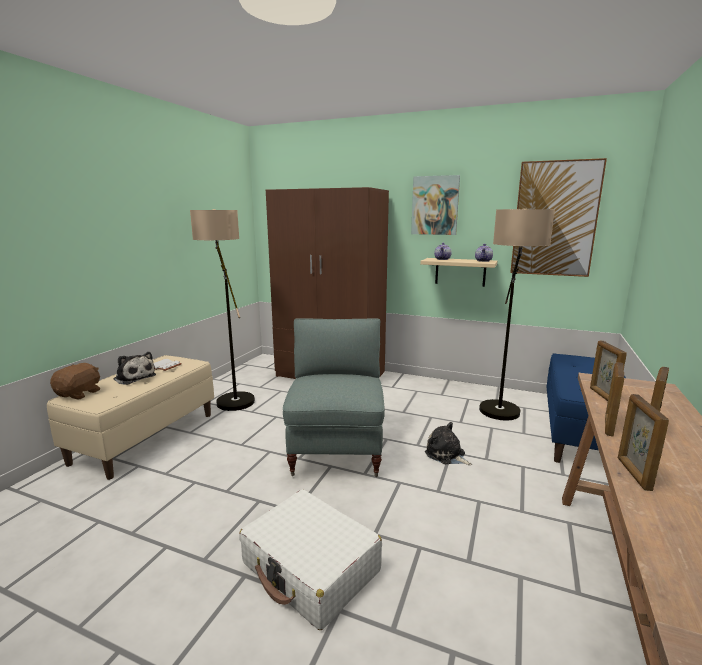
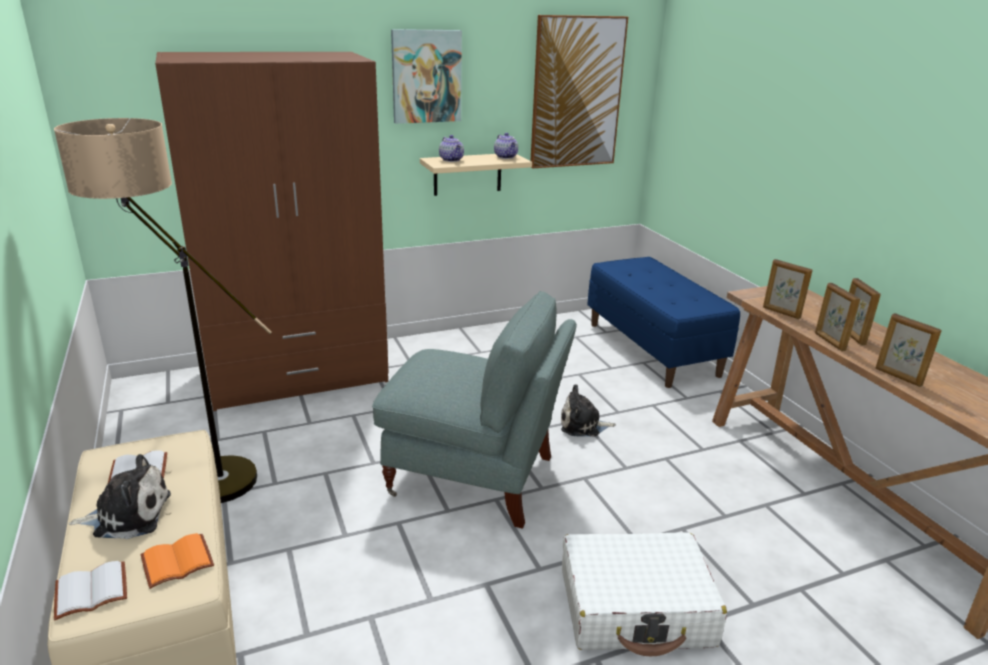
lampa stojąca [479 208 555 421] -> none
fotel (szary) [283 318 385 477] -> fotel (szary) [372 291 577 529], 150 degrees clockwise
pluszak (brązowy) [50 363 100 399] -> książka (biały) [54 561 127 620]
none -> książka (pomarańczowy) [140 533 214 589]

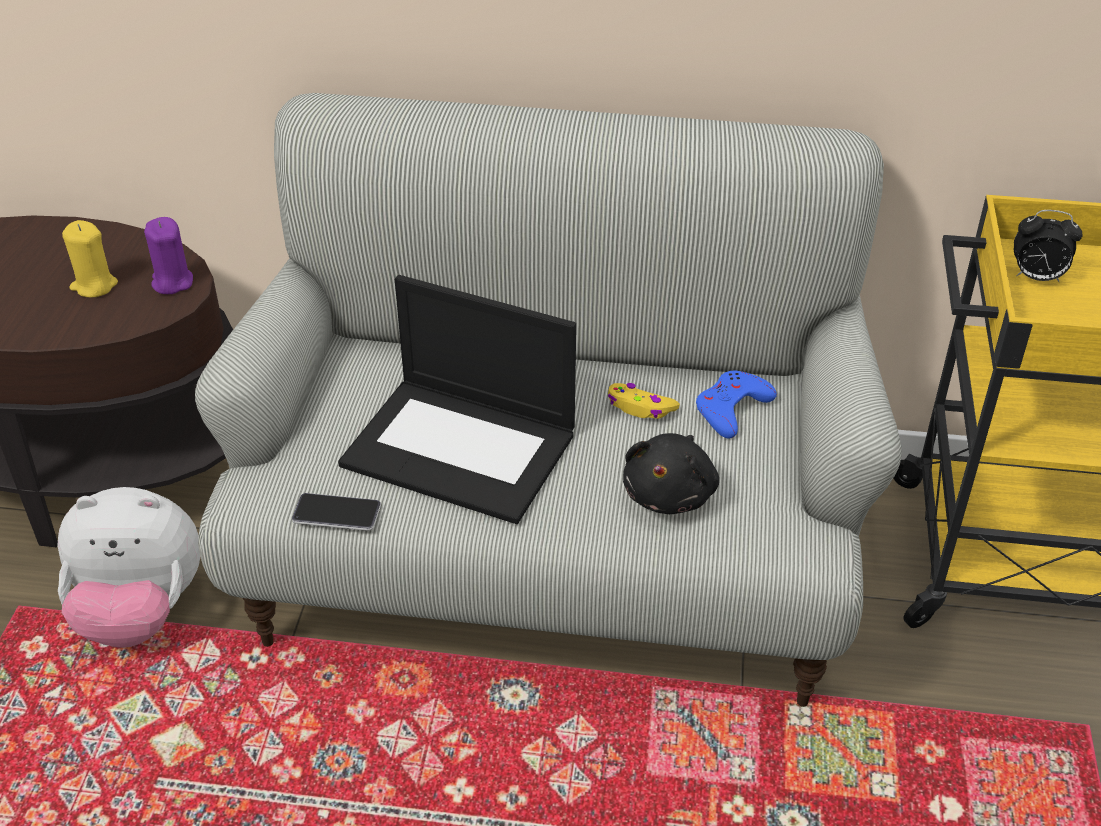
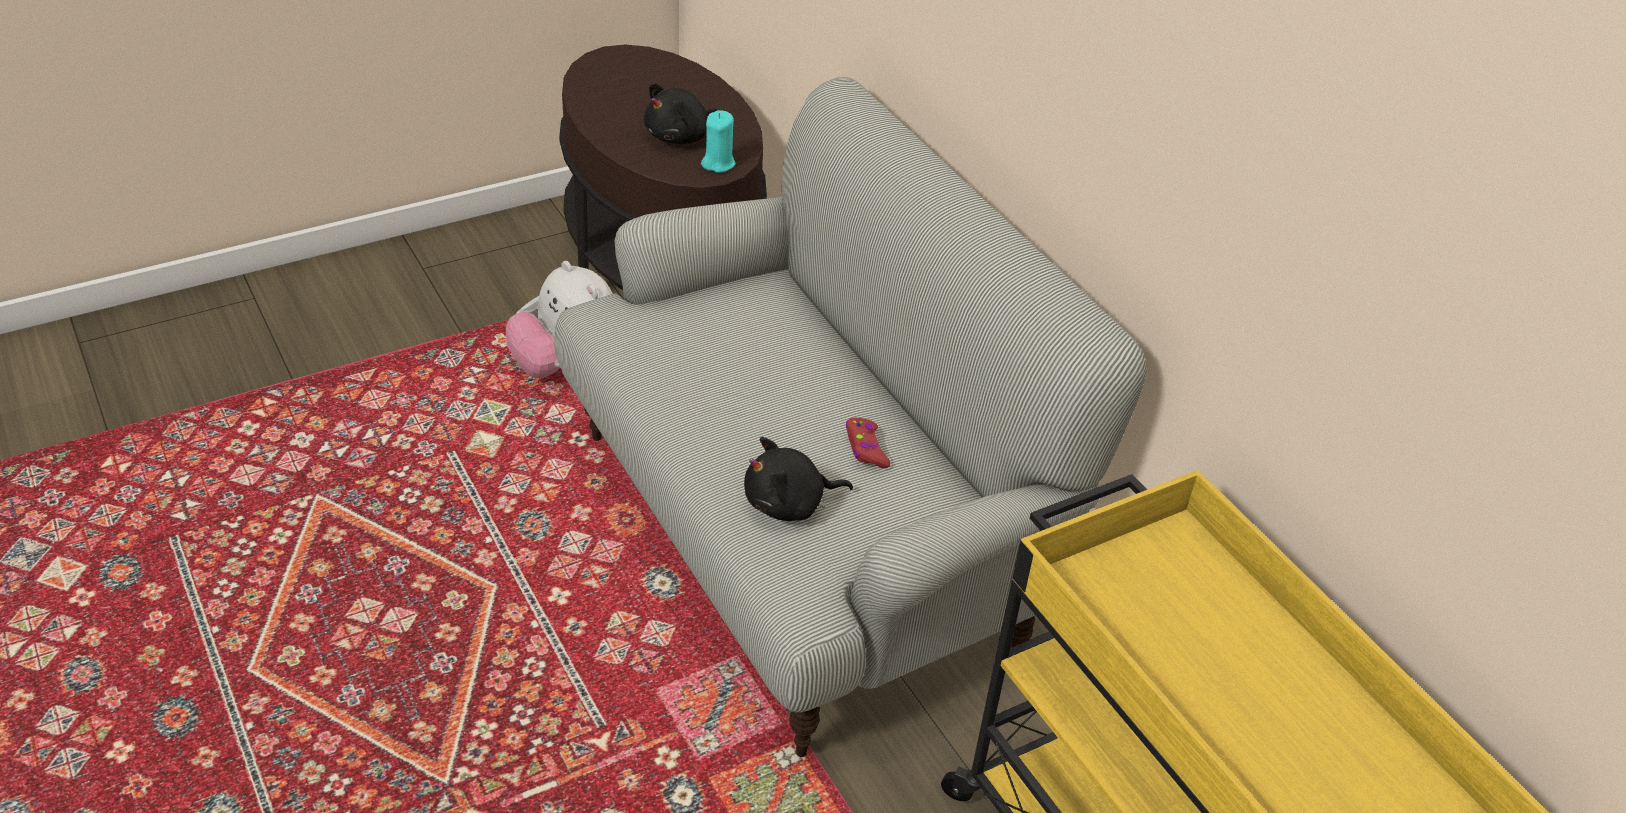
budzik [1014 210 1082 282] -> none
świeca (fioletowy) [144 217 193 294] -> świeca (turkusowy) [701 110 736 173]
świeca (żółty) [62 220 118 298] -> pluszak (czarny) [644 83 719 144]
laptop [338 275 576 524] -> none
pad do gier (niebieski) [696 370 777 438] -> none
pad do gier (żółty) [608 383 680 419] -> pad do gier (czerwony) [846 418 890 468]
telefon [292 493 381 531] -> none

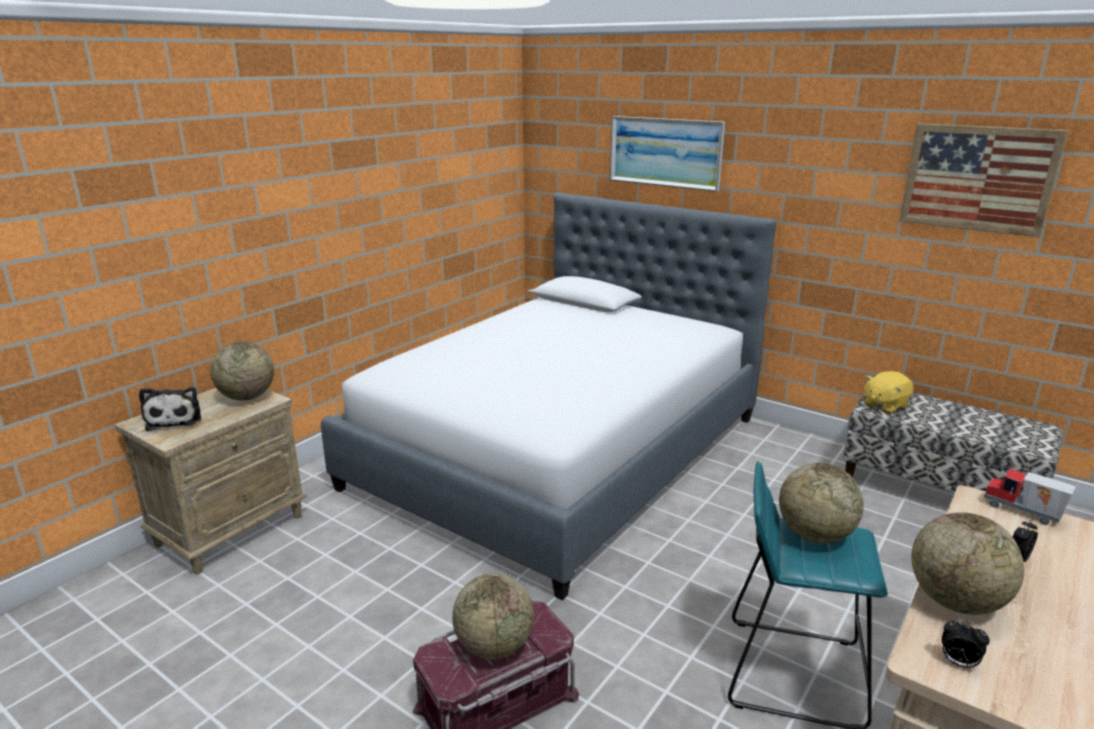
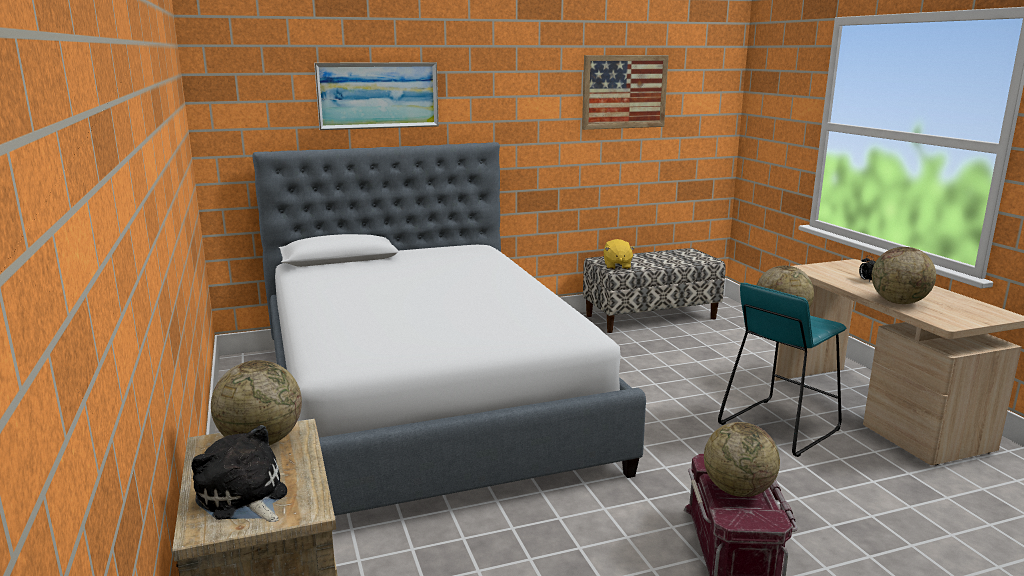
pluszak [139 387 201 431] -> pluszak [192 425 287 522], 150 degrees counterclockwise
ciężarówka zabawkowa [984 468 1076 525] -> none
budzik [942 619 990 670] -> none

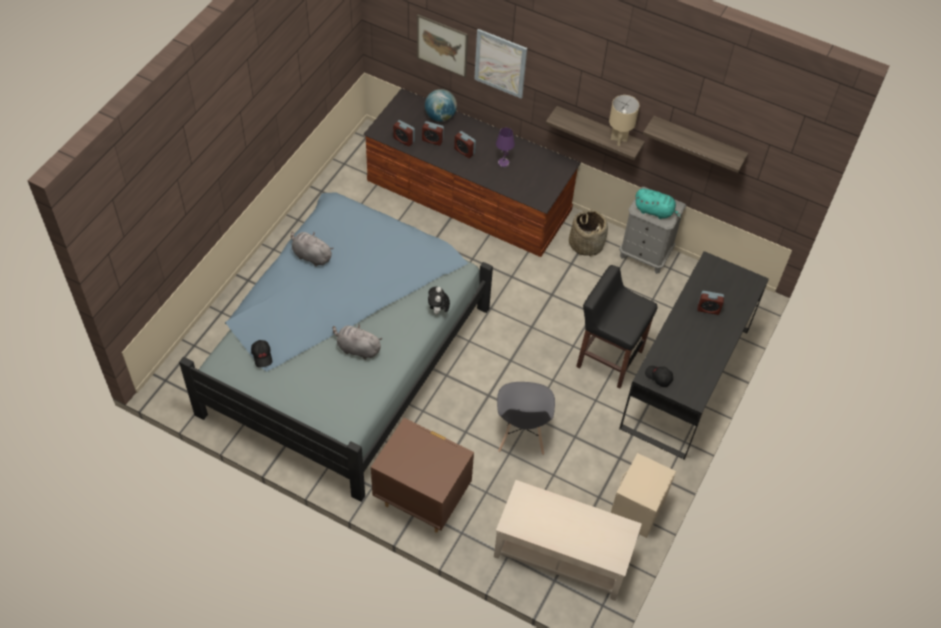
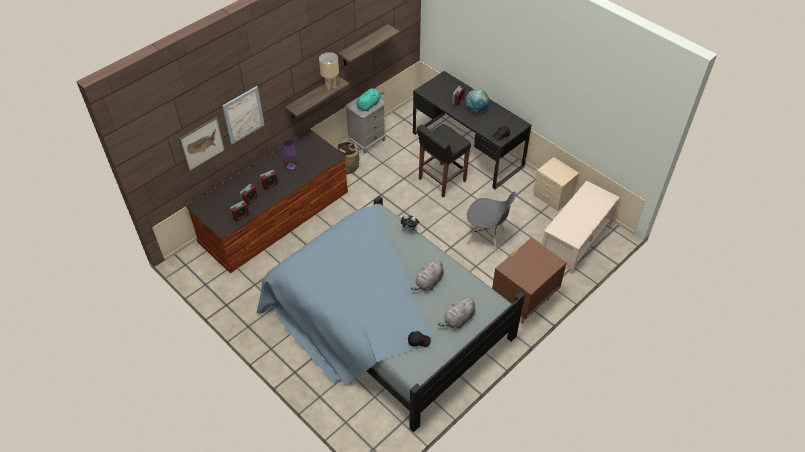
globus [425 89 457 122] -> globus [465 89 489 113], move
pluszak (szary) [291 231 334 266] -> pluszak (szary) [438 297 475 329], move

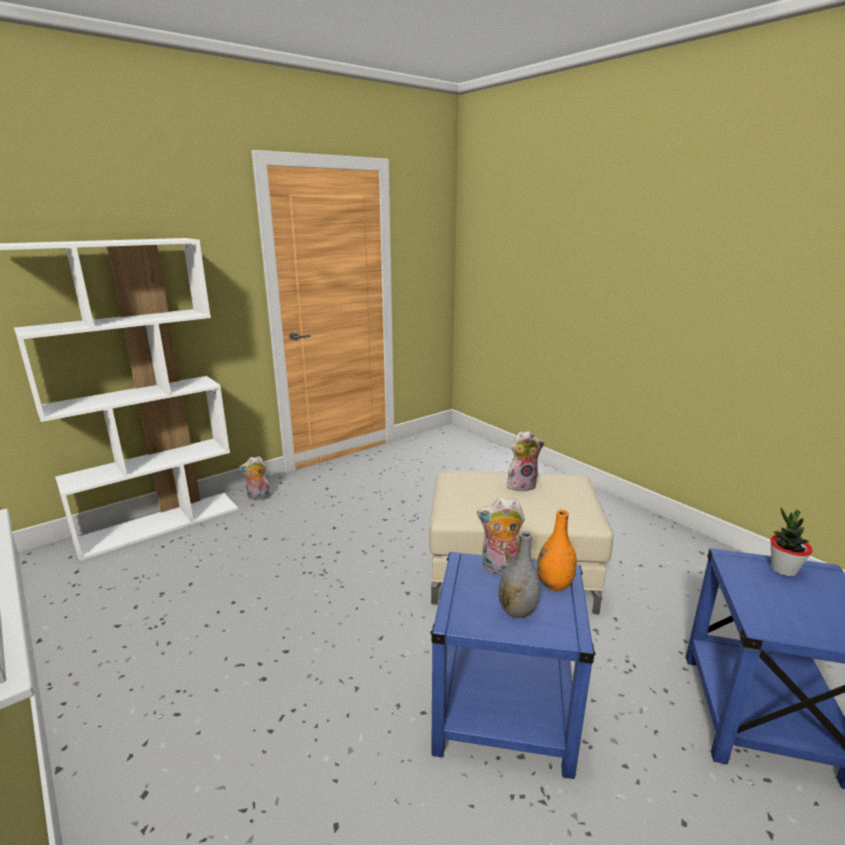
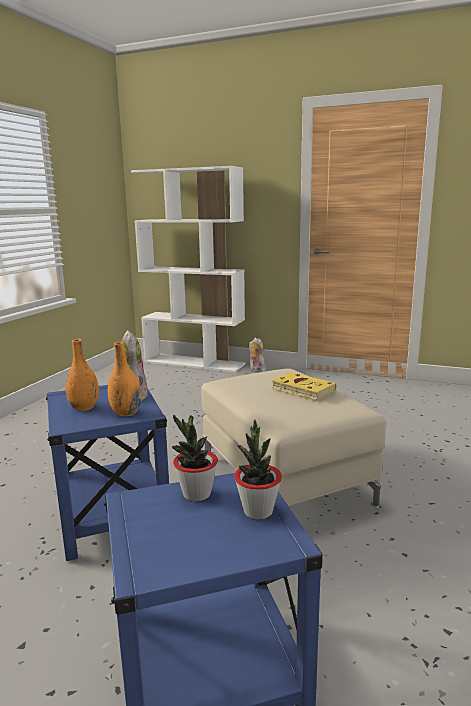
pluszak [507 431 545 491] -> książka (żółty) [272 372 336 401]
wazon (szary) [498 531 540 618] -> wazon (pomarańczowy) [66 339 99 411]
none -> roślina doniczkowa [172 414 218 501]

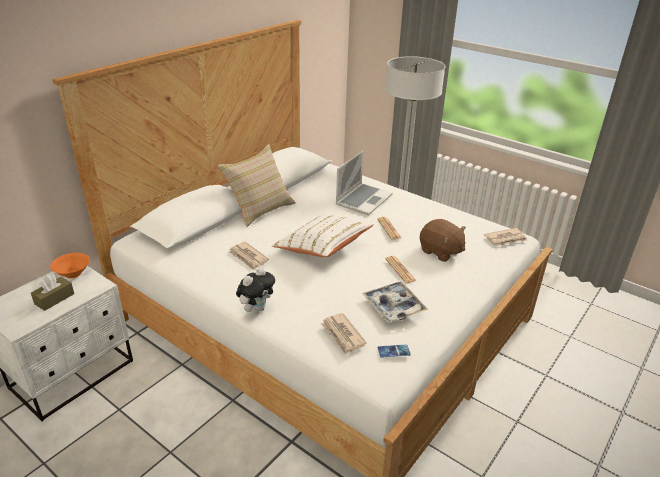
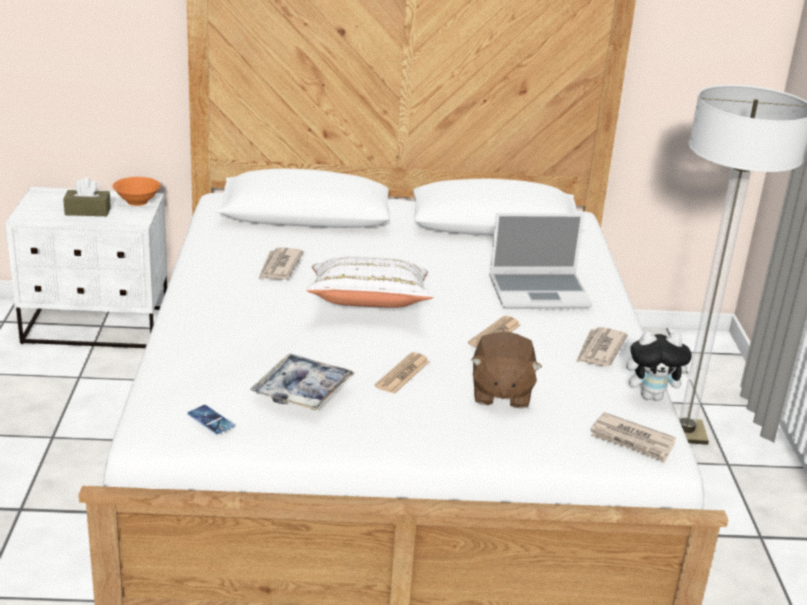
poduszka (beżowy) [217 144 296 227] -> none
pluszak [236 267 275 314] -> pluszak [626 331 694 401], move
gazeta [320 313 367 355] -> gazeta [576 327 628 367], move

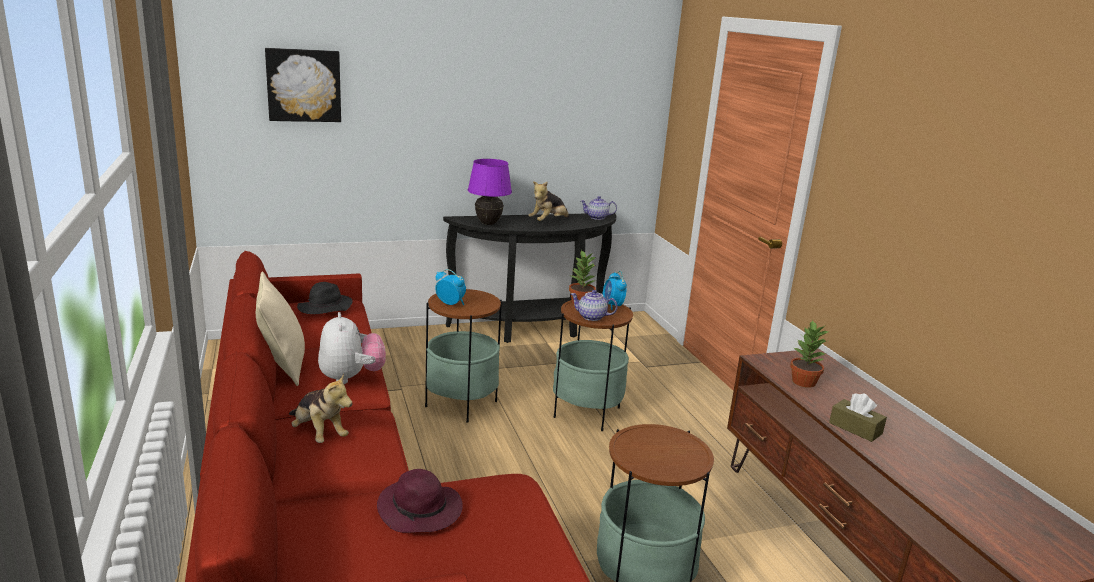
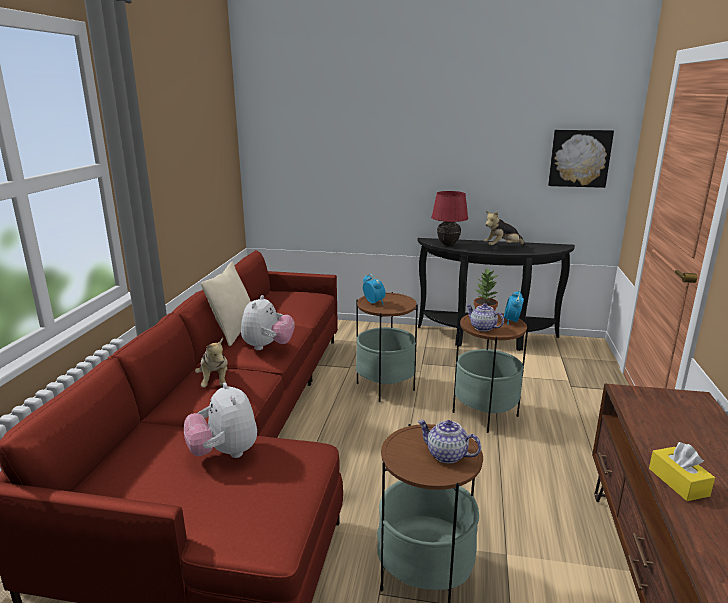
obraz [265 48 341 122] -> obraz [548 130 614 188], move
lampa stołowa (fioletowy) [468 159 512 225] -> lampa stołowa (czerwony) [431 191 468 246]
imbryk [581 196 617 220] -> imbryk [417 420 481 464], move
kapelusz (czarny) [297 282 353 314] -> none
roślina doniczkowa [790 320 830 388] -> none
pudełko chusteczek (brązowy) [829 393 887 442] -> pudełko chusteczek (żółty) [649 442 715 501]
kapelusz (fioletowy) [377 469 463 533] -> pluszak [184 383 257 458]

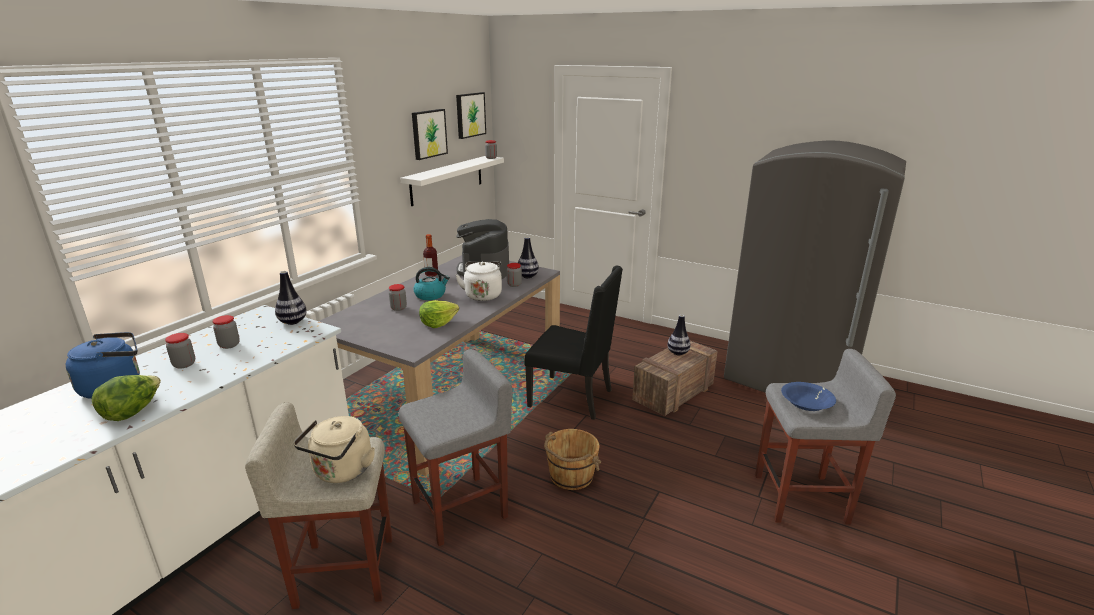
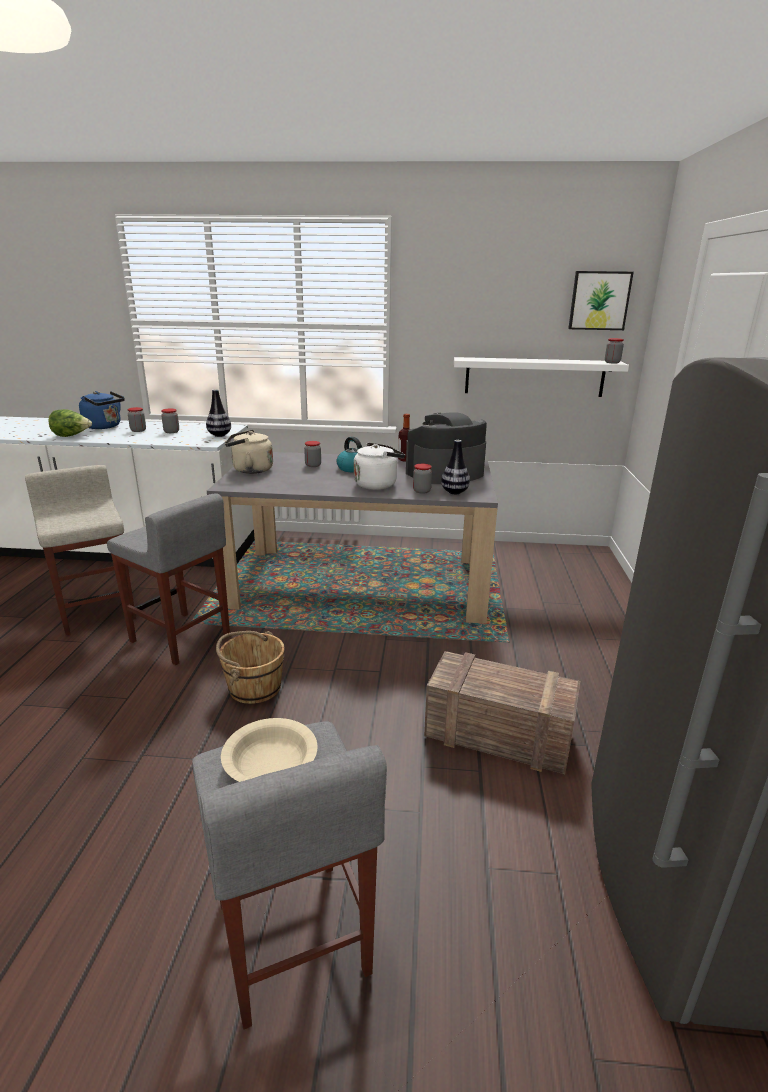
obraz [412 109 448 160] -> none
krzesło (czarny) [525 265 623 420] -> none
sałata [419 300 459 328] -> none
wazon [668 314 691 355] -> none
miska (niebieski) [781 382 836 411] -> miska (beżowy) [221 718 317 782]
czajnik (beżowy) [294 416 375 483] -> czajnik (beżowy) [225 430 273 474], move

